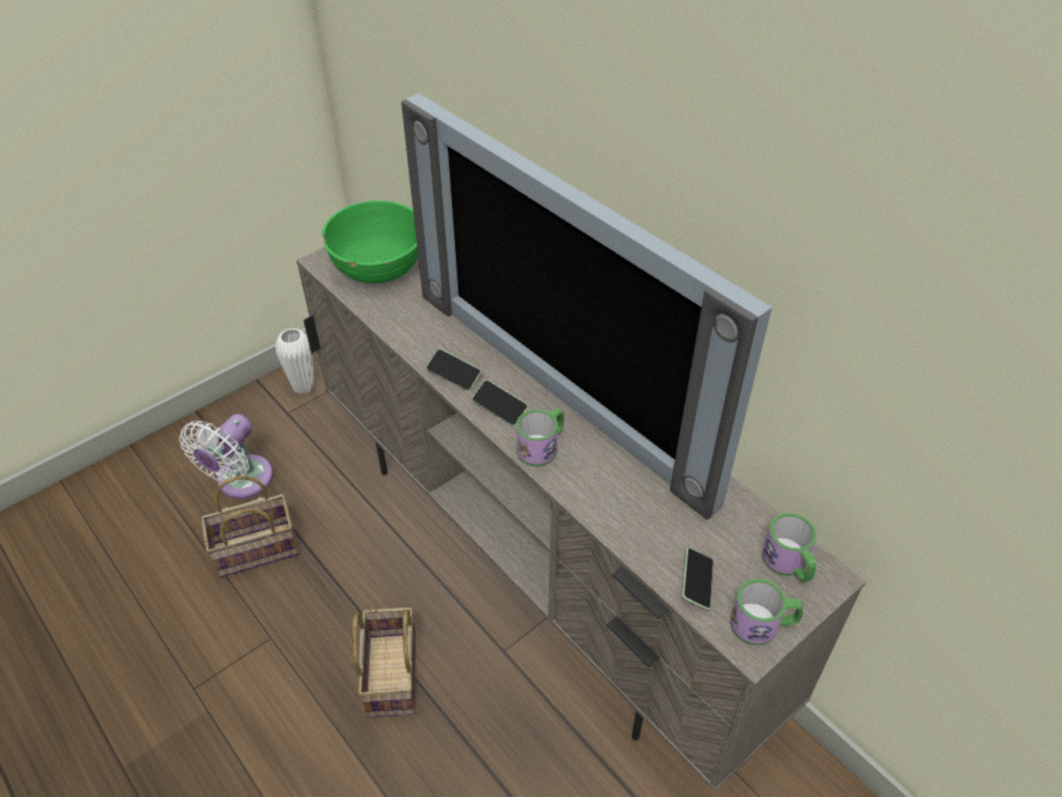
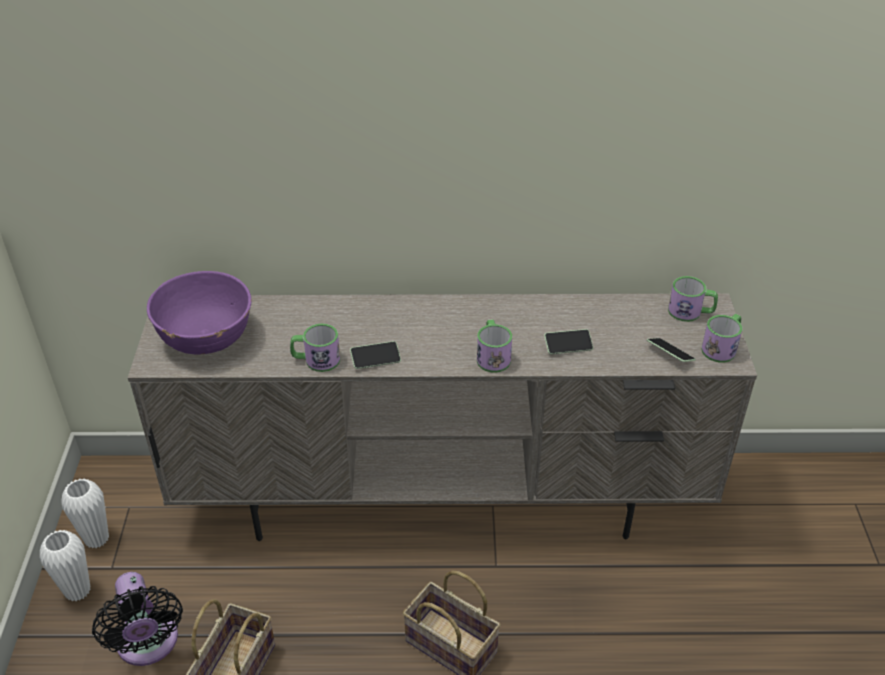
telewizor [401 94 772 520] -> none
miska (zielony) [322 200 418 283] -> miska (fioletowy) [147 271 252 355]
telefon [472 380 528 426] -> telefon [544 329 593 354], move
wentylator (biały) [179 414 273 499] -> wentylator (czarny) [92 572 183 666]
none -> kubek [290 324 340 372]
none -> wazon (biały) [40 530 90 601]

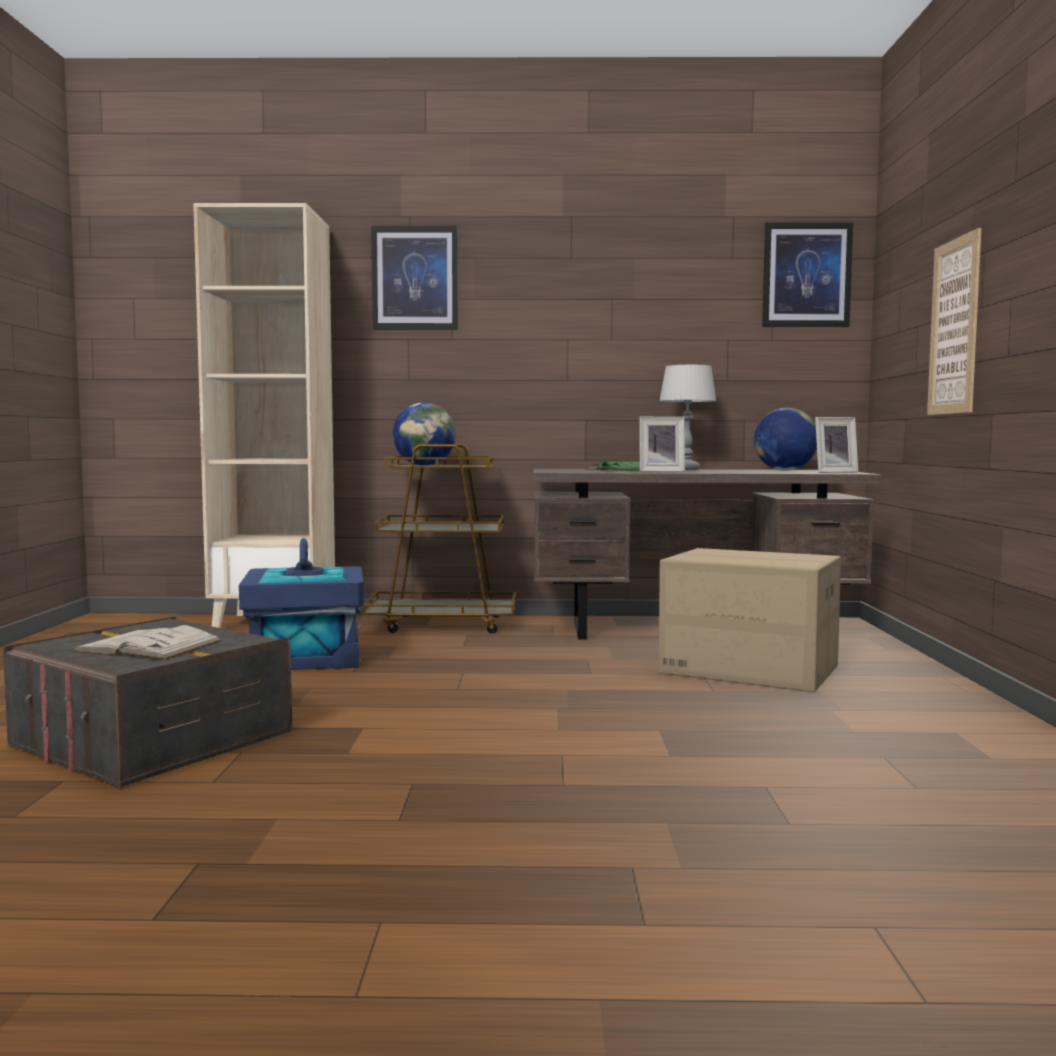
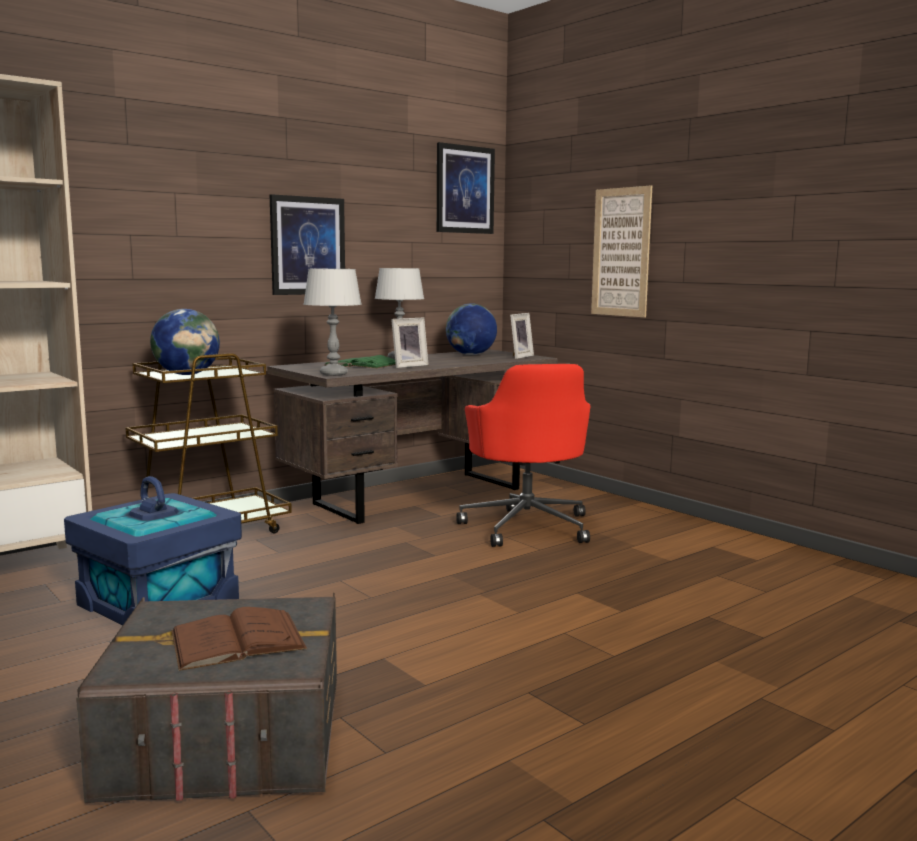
obraz [371 226 458 330] -> obraz [270 194 345 295], move
karton [659 548 841 692] -> krzesło biurowe (czerwony) [456 364 590 547]
książka (biały) [73 625 222 659] -> książka (brązowy) [172 607 307 671]
none -> lampa stołowa (szary) [304 269 362 376]

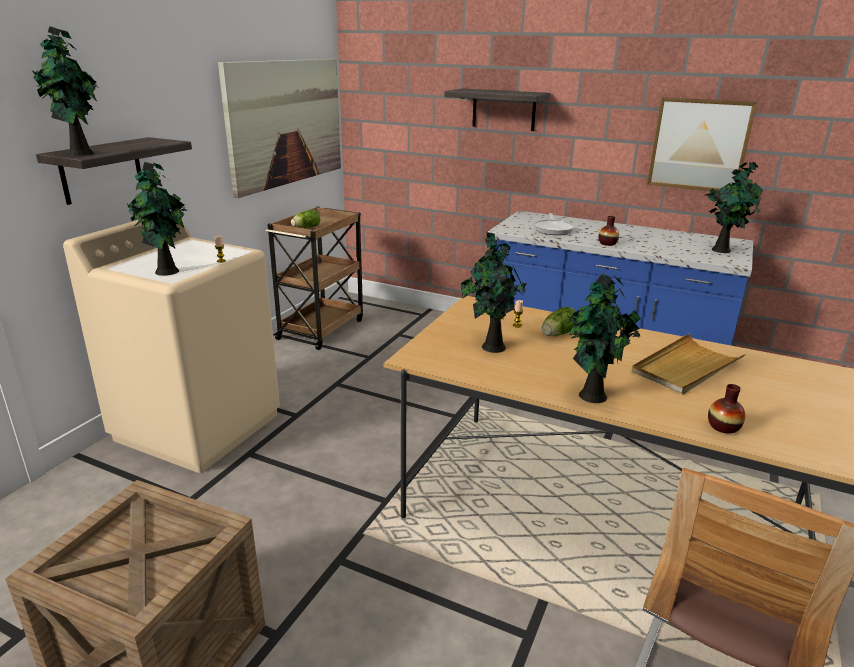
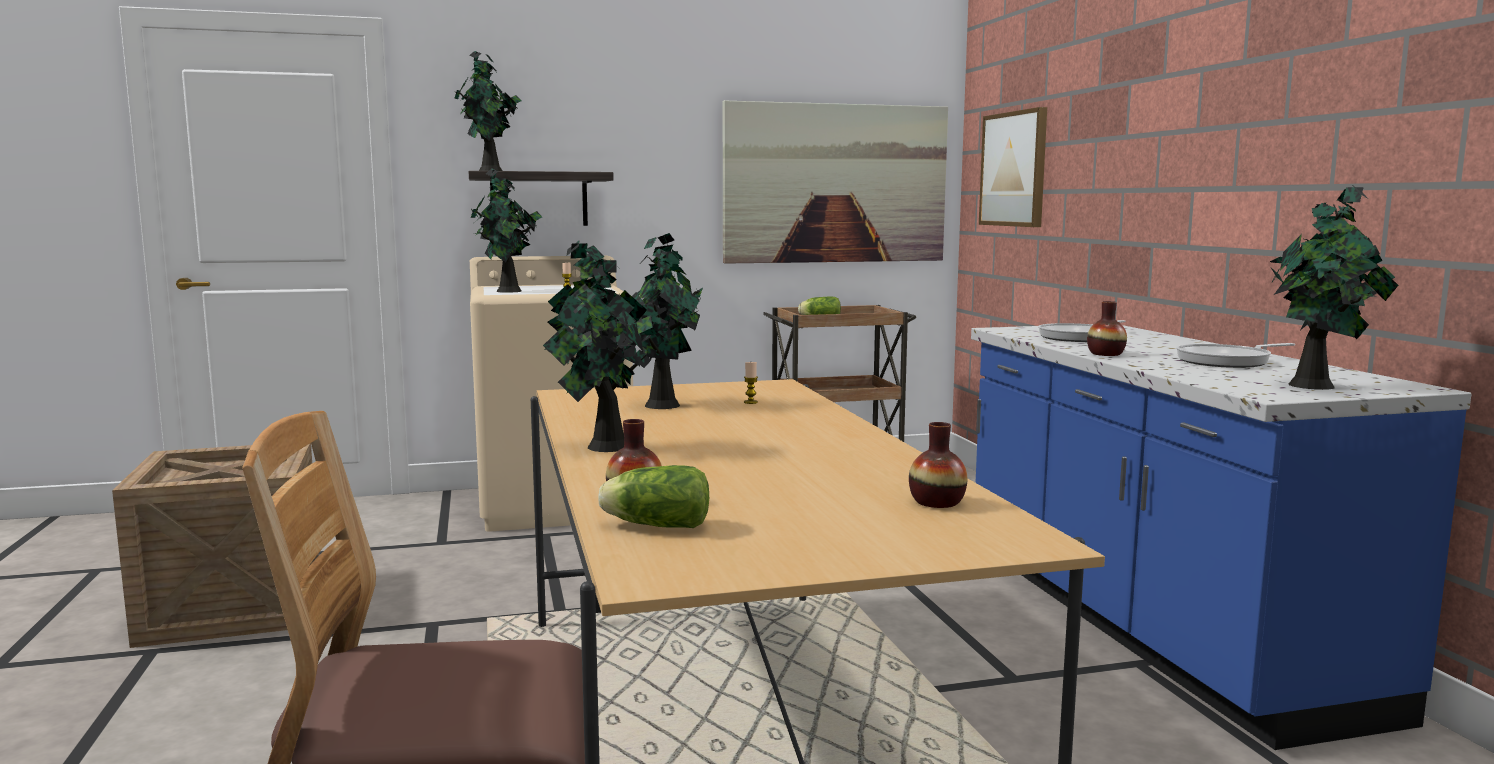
półka [444 88 551 131] -> none
obraz [647 97 757 191] -> obraz [979 107 1047 227], move
sałata [542 307 576 336] -> sałata [598 465 709 528], move
taca (beżowy) [632 333 746 395] -> none
none -> patelnia [1176 343 1295 368]
none -> wazon [909 422 968 508]

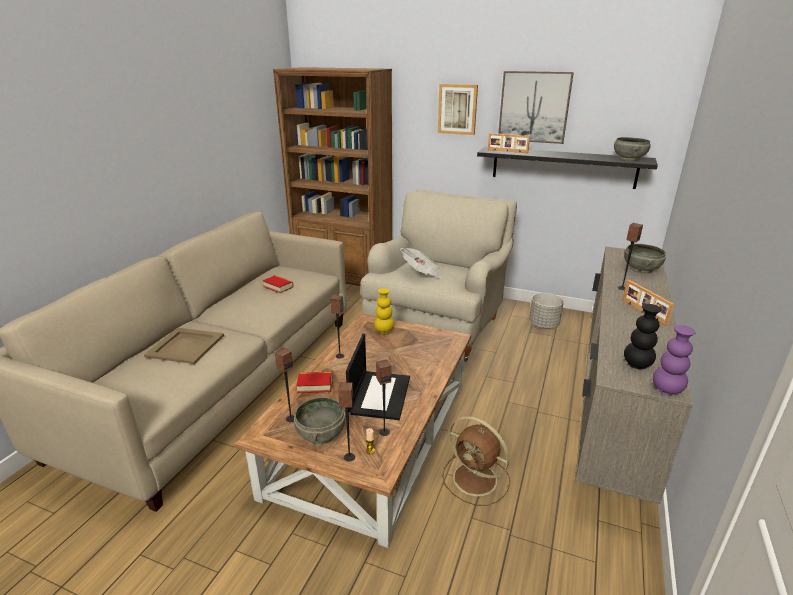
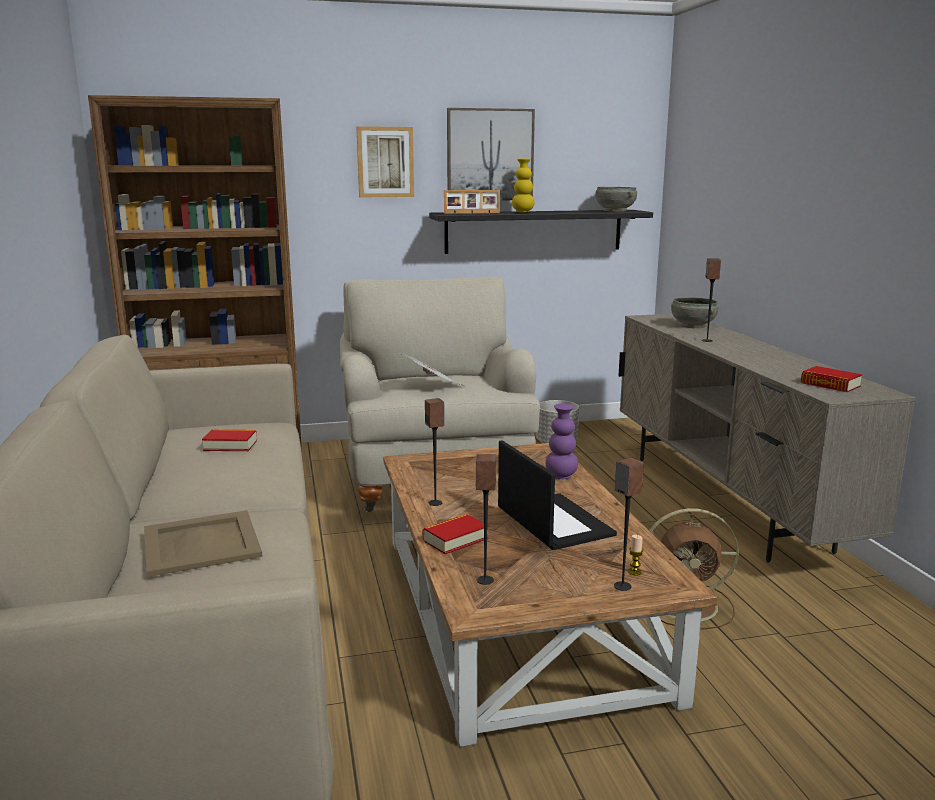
ramka na zdjęcie [622 280 674 326] -> none
wazon (żółty) [374 288 394 333] -> wazon (żółty) [512 158 535 212], move
wazon (czarny) [624 304 662 369] -> książka [801 366 862 392]
wazon (fioletowy) [653 325 696 395] -> wazon (fioletowy) [545 404 578 479], move
głośnik [376 359 391 436] -> none
miska (szary) [294 397 346 445] -> none

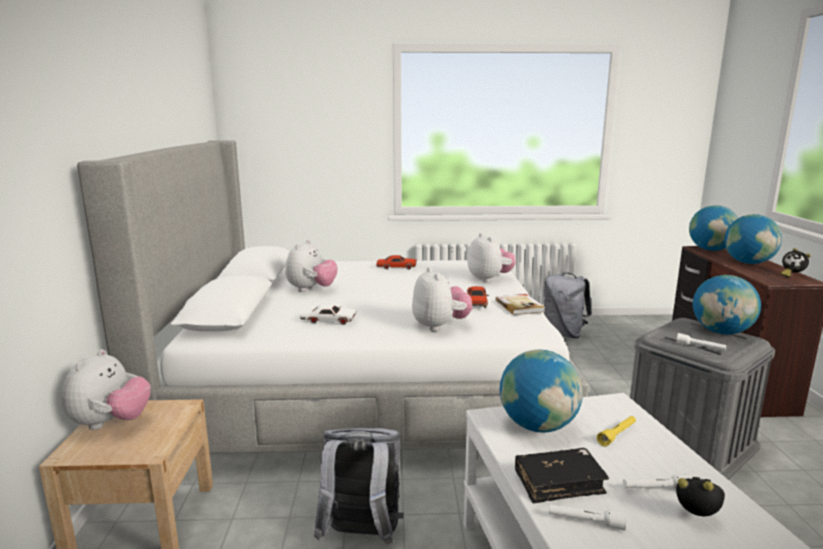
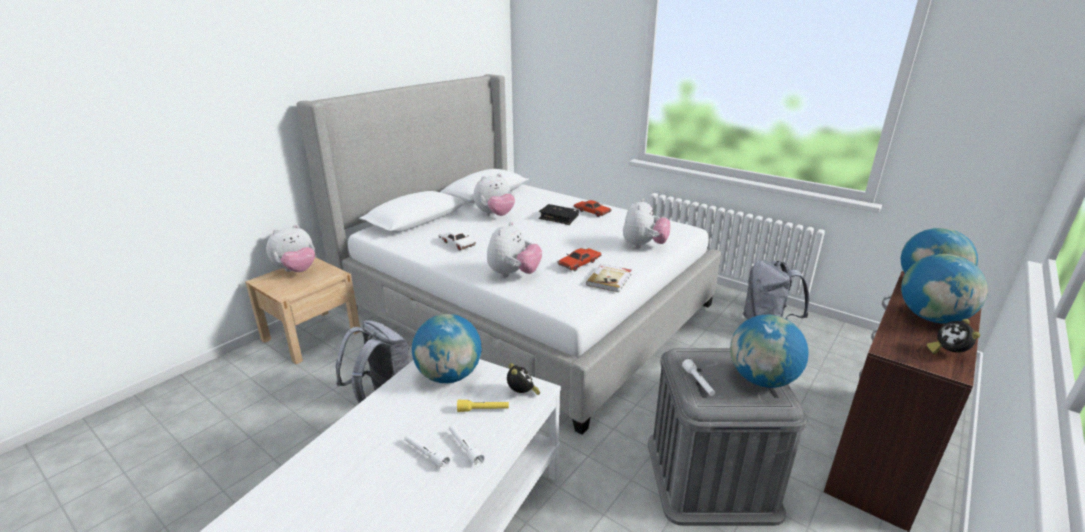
książka (czarny) [515 448 609 504] -> książka (czarny) [539 204 579 225], move
budzik [676 477 725 516] -> budzik [507 363 540 395], move
latarka (biały) [549 504 626 530] -> latarka (biały) [449 425 485 467], move

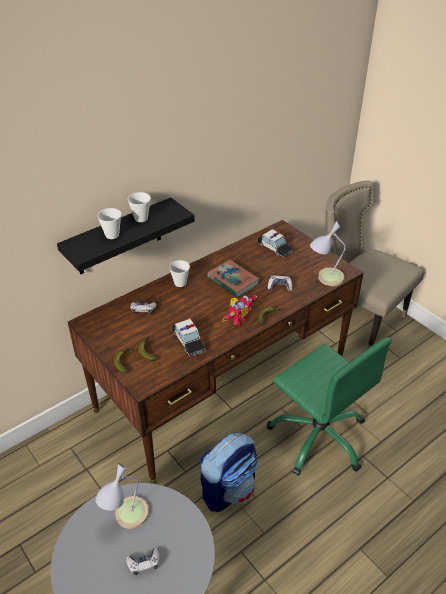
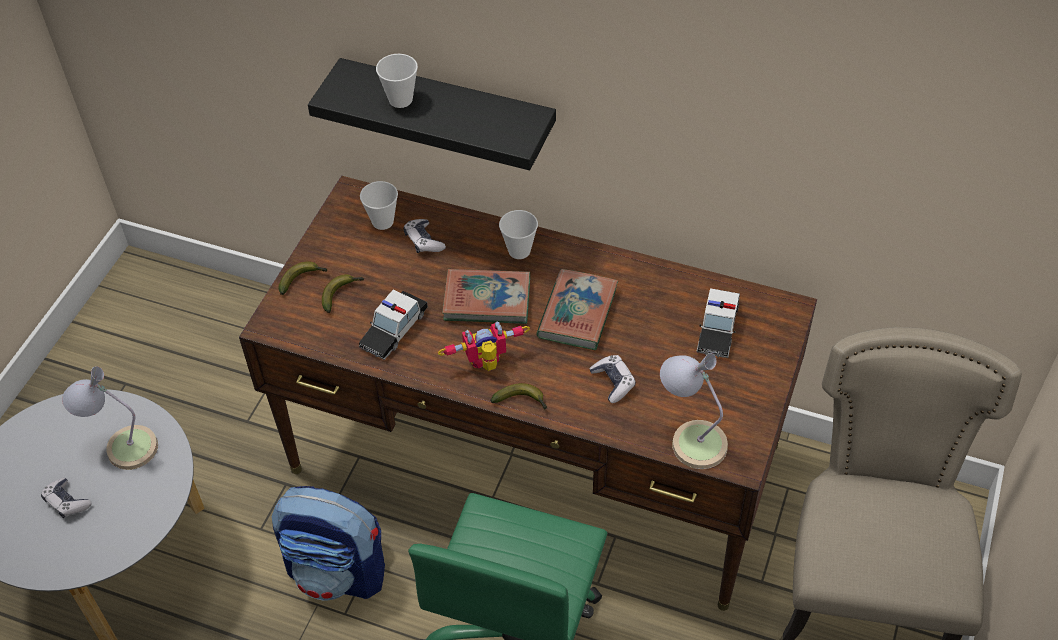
filiżanka [127 192 151 222] -> filiżanka [360 181 398 230], move
robot zabawkowy [223 295 257 326] -> robot zabawkowy [438 321 530 371], 150 degrees clockwise
none -> książka [442 269 530 324]

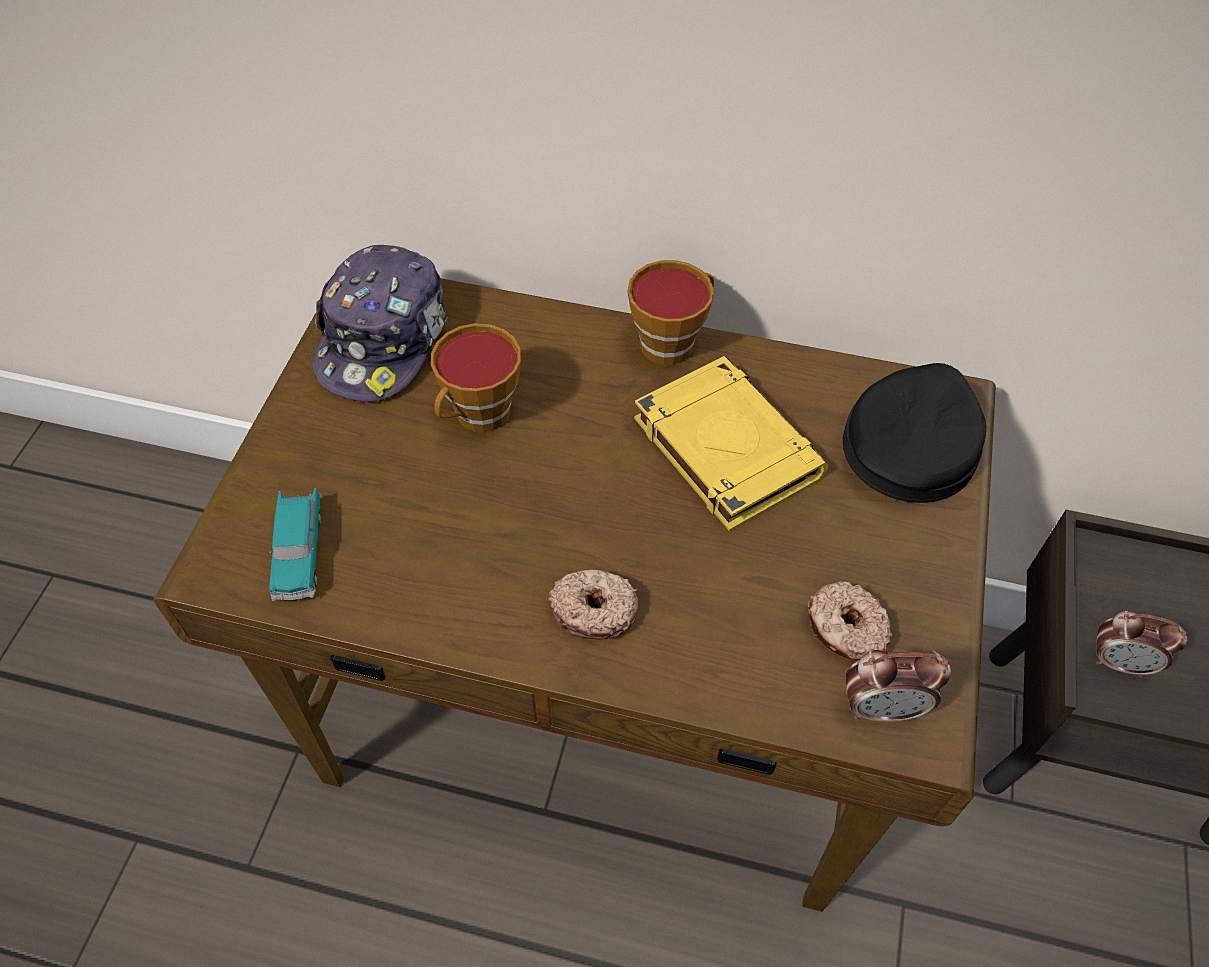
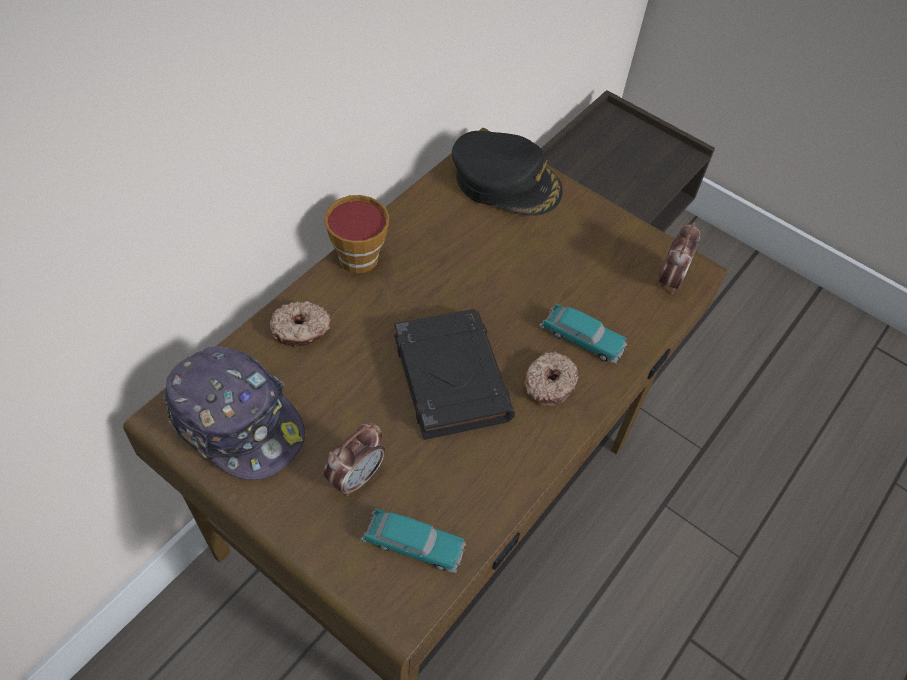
filiżanka [431 323 521 432] -> none
książka (żółty) [634 356 828 531] -> none
czapka z daszkiem (czarny) [843 363 986 503] -> czapka z daszkiem (czarny) [452 131 563 216], 150 degrees clockwise
donut [807 581 892 660] -> donut [270 301 331 347], move
budzik [1096 610 1188 677] -> budzik [323 423 385 496], move
none -> samochodzik [539 303 627 364]
none -> książka (czarny) [394 309 515 440]

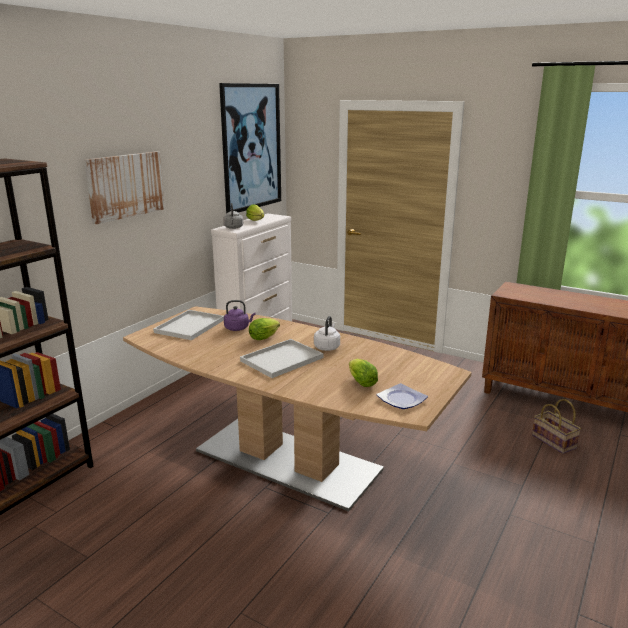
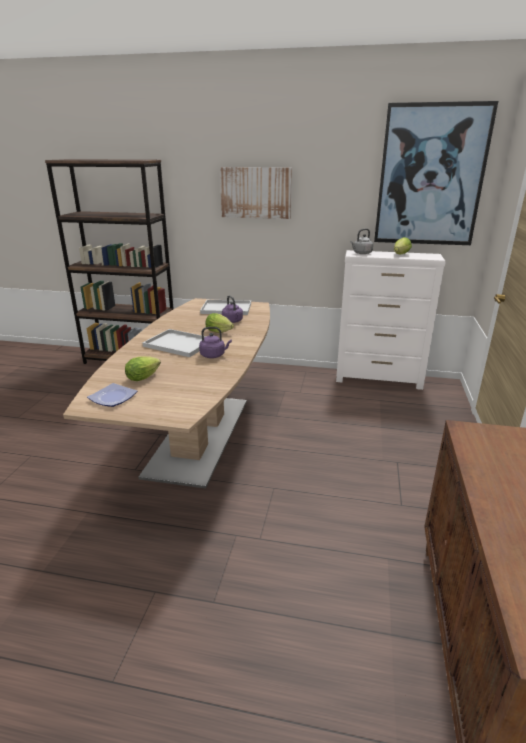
czajnik (biały) [314 316 340 351] -> czajnik (fioletowy) [199 327 232 358]
koszyk [532 399 581 454] -> none

